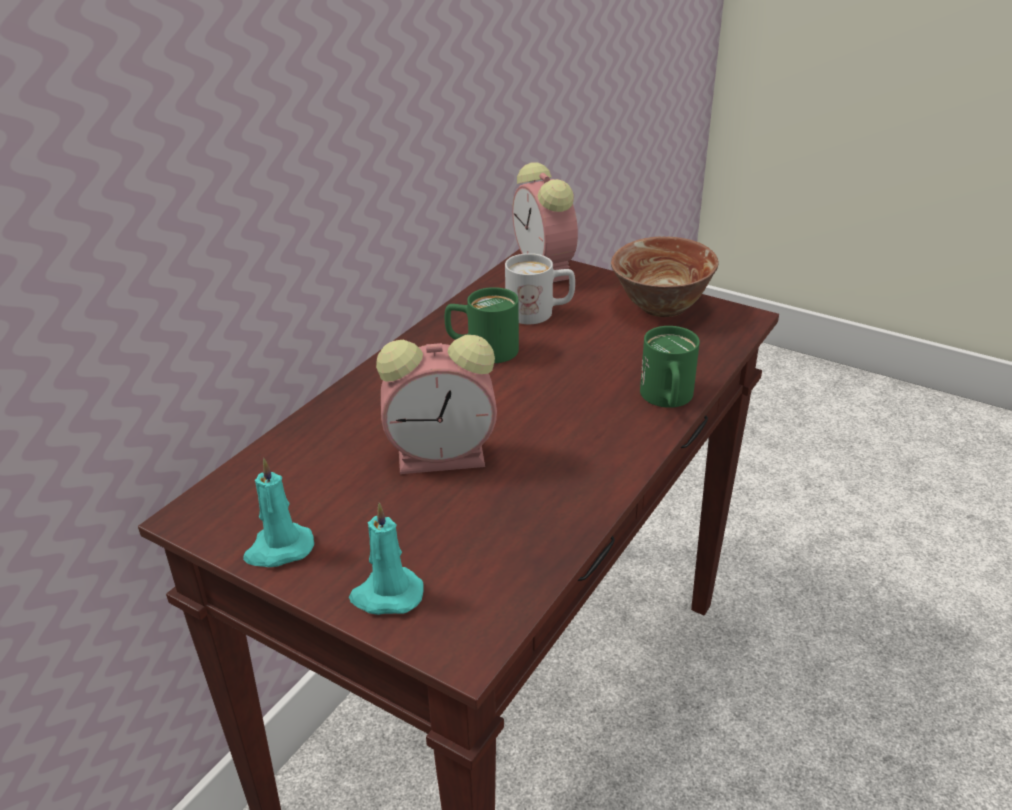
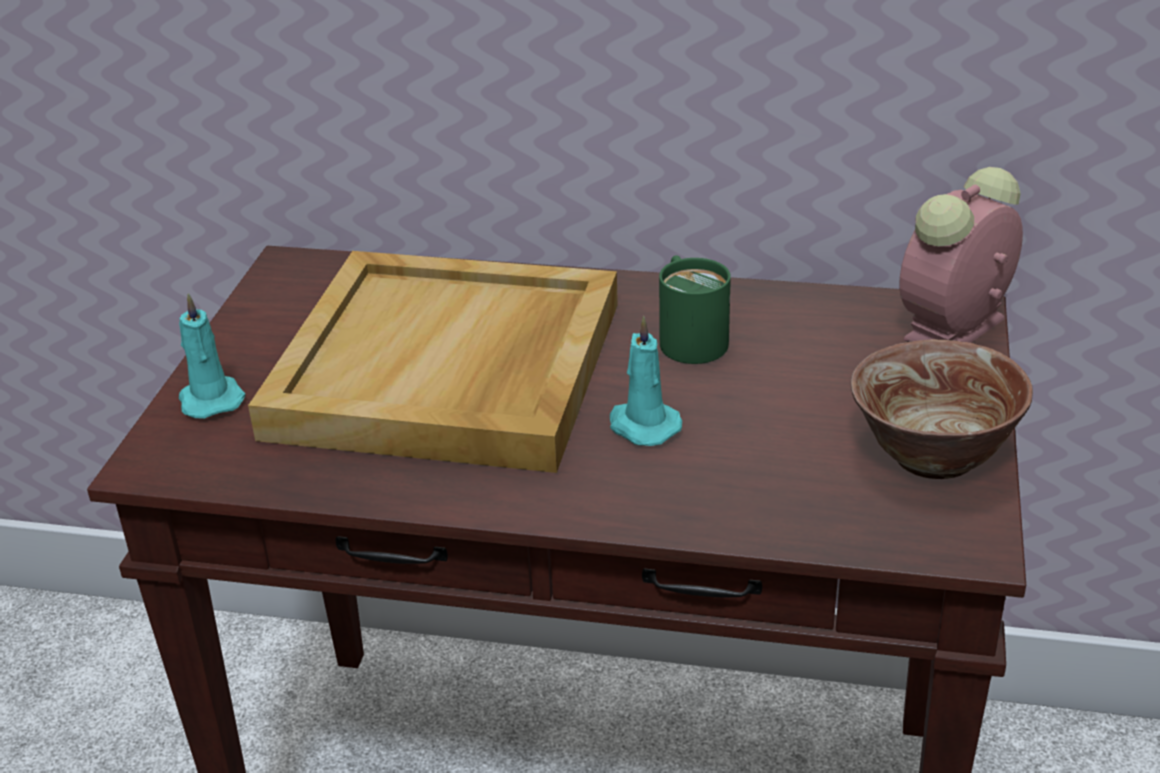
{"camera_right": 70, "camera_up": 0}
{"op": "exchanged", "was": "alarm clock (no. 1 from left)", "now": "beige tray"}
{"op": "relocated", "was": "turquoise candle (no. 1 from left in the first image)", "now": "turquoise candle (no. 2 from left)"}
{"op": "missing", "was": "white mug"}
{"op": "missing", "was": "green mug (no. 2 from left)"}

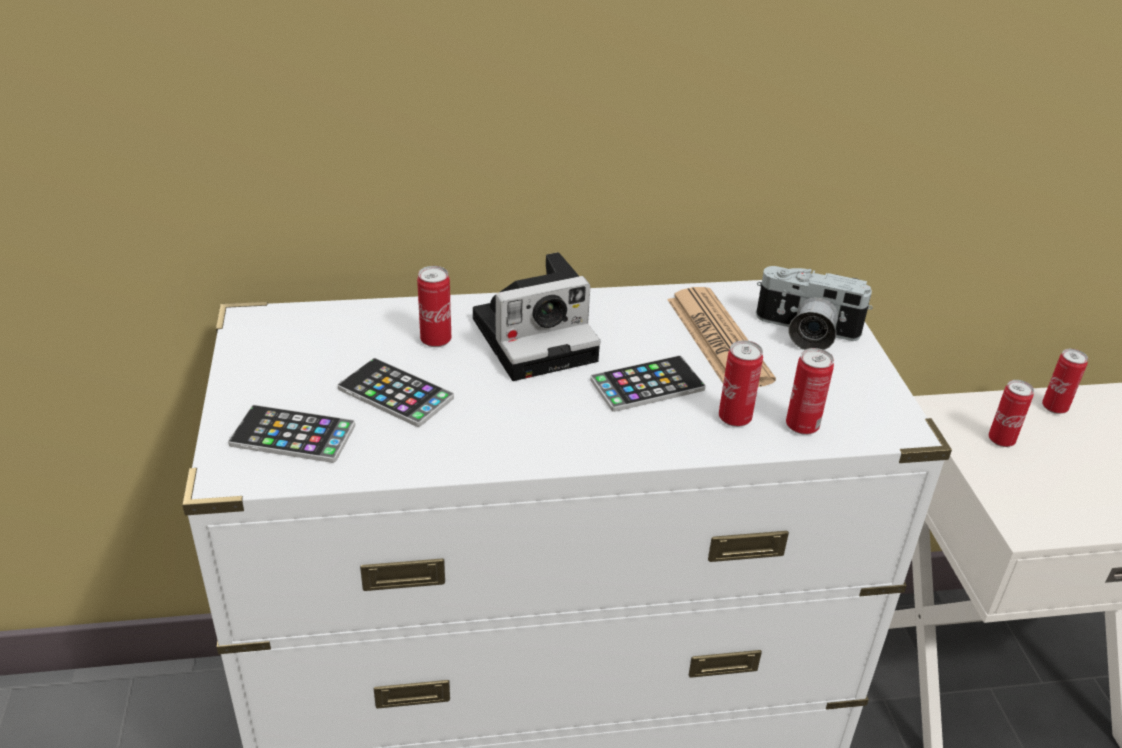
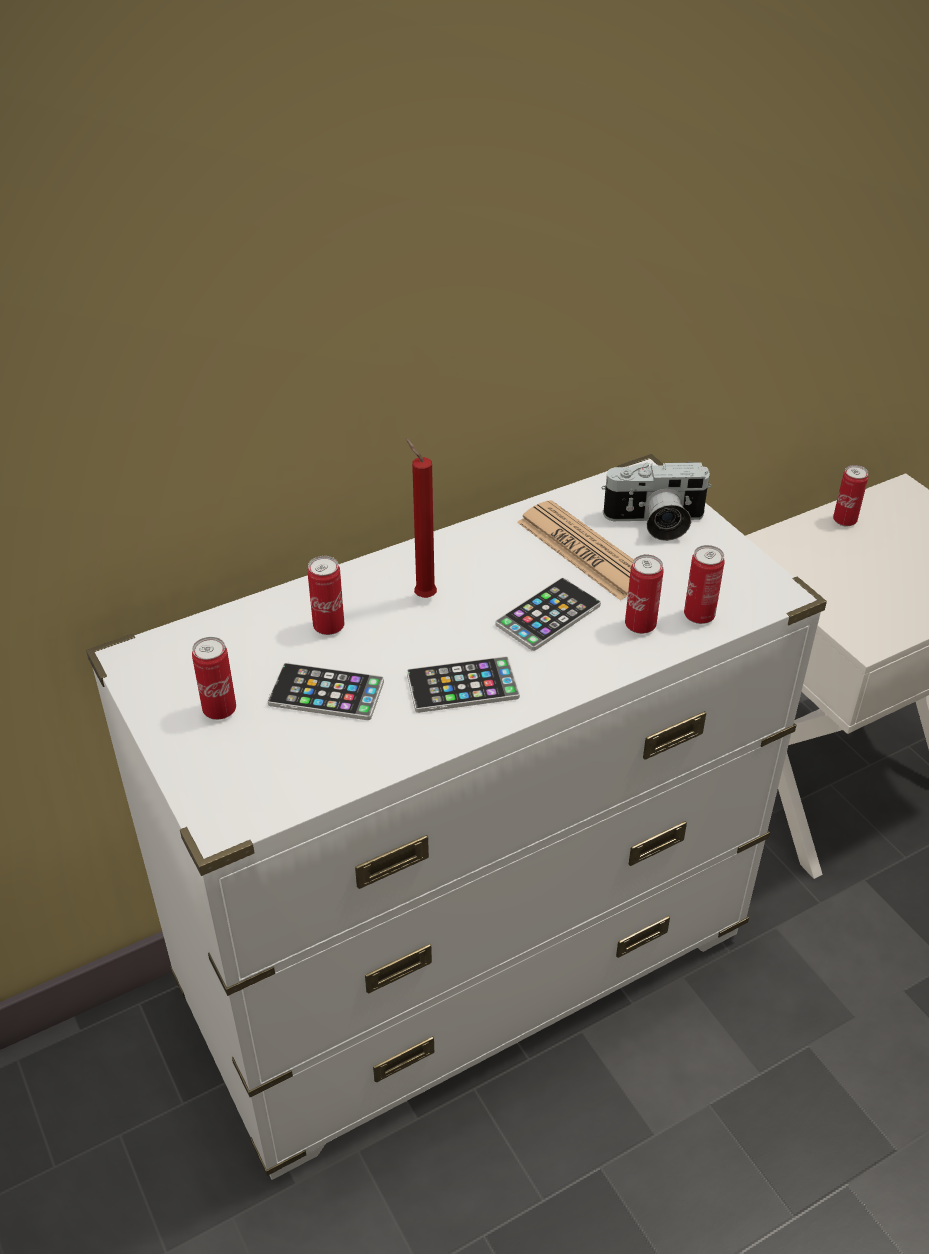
{"camera_right": -20, "camera_up": 5}
{"op": "relocated", "was": "can (no. 4 from left in the first image)", "now": "can (no. 1 from left)"}
{"op": "exchanged", "was": "photo camera (no. 1 from left)", "now": "red candle"}
{"op": "relocated", "was": "phone (no. 1 from left in the first image)", "now": "phone (no. 2 from left)"}

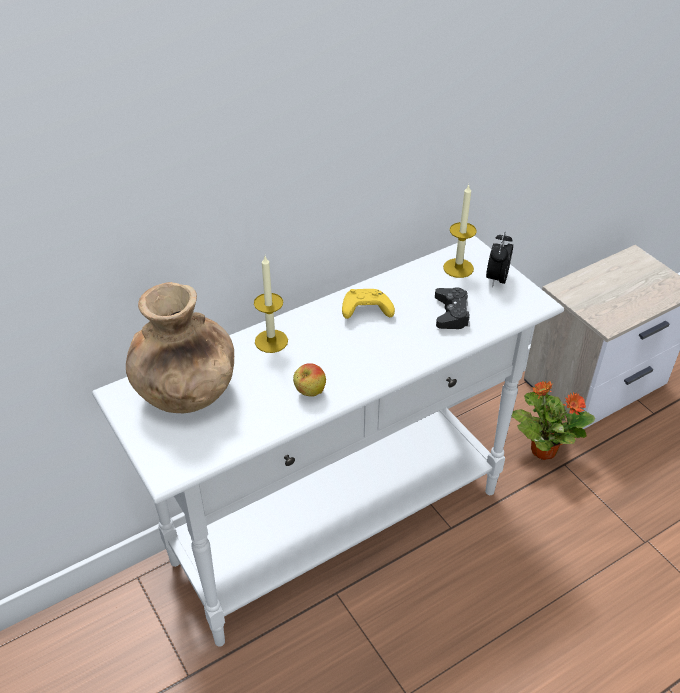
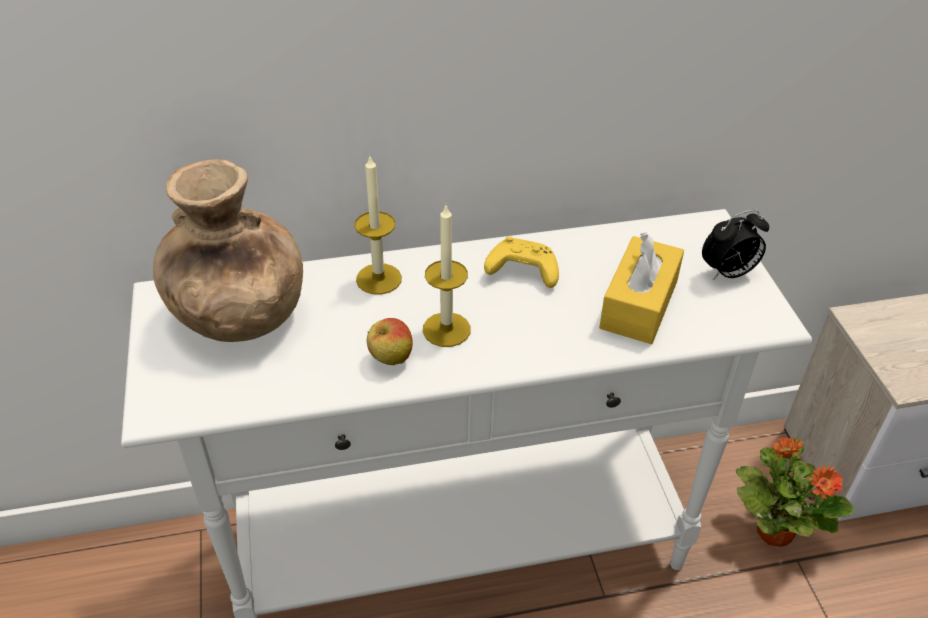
{"camera_right": 20, "camera_up": 0}
{"op": "relocated", "was": "candle (no. 2 from left)"}
{"op": "exchanged", "was": "black game controller", "now": "yellow tissue box"}
{"op": "spun", "was": "alarm clock", "clockwise": -150}

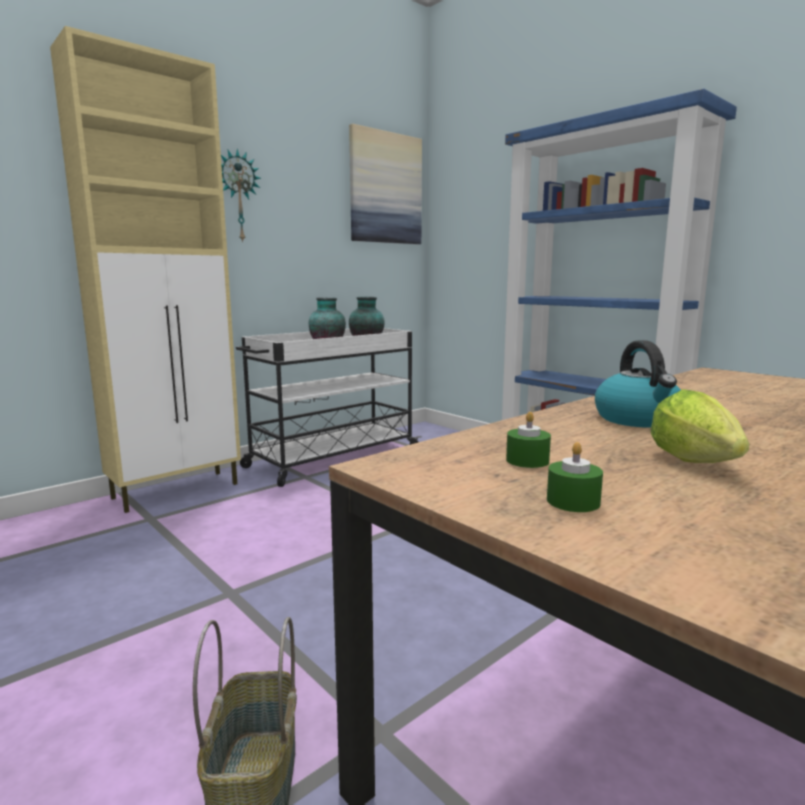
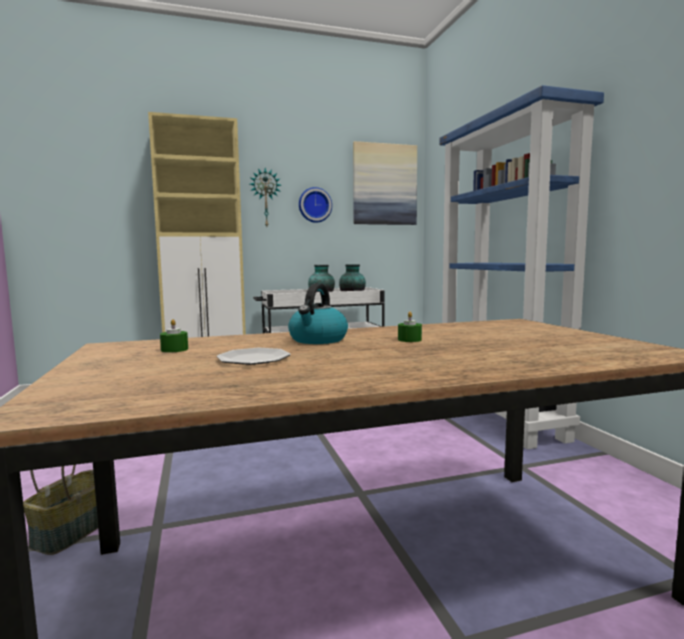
{"camera_right": 25, "camera_up": -5}
{"op": "exchanged", "was": "lettuce", "now": "plate"}
{"op": "appeared", "now": "wall clock (no. 2 from left)"}
{"op": "relocated", "was": "green candle (no. 2 from left)"}

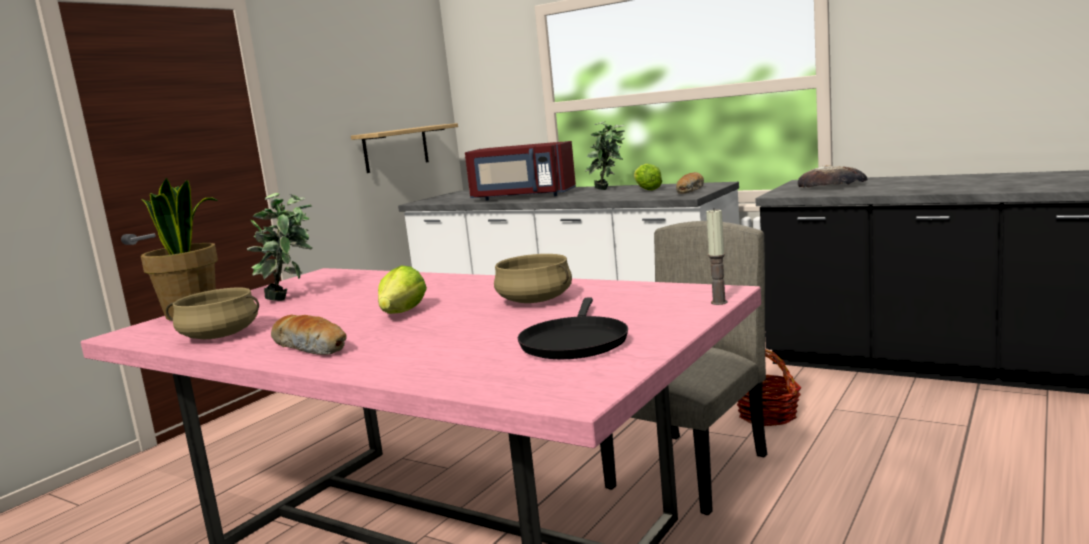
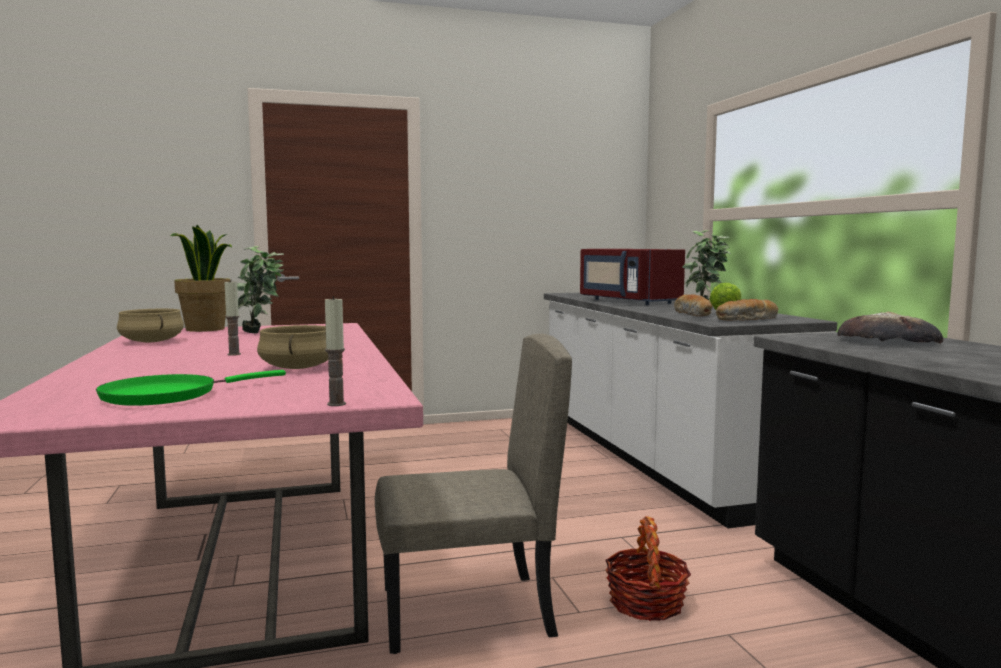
{"camera_right": 40, "camera_up": -5}
{"op": "colour", "was": "black frying pan", "now": "green frying pan"}
{"op": "exchanged", "was": "lettuce (no. 1 from left)", "now": "candle (no. 1 from left)"}
{"op": "relocated", "was": "bread (no. 1 from left)"}
{"op": "missing", "was": "shelf"}

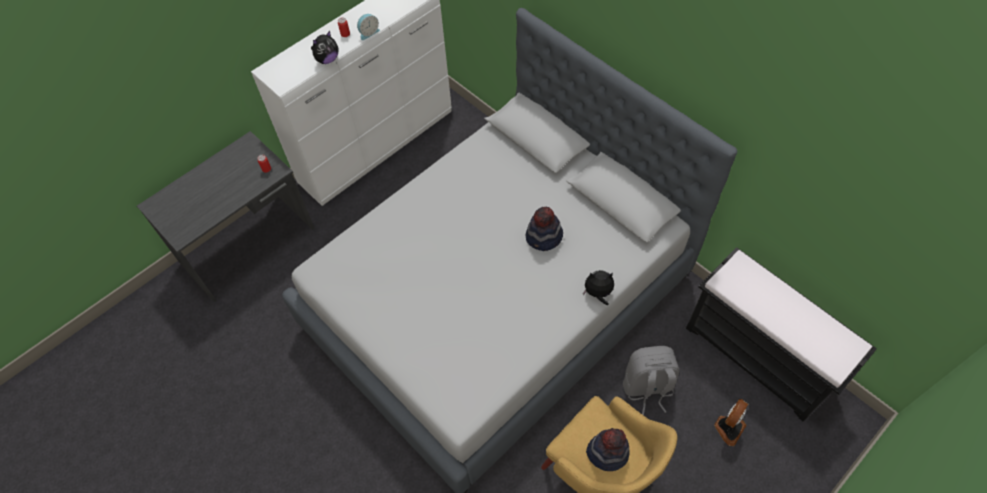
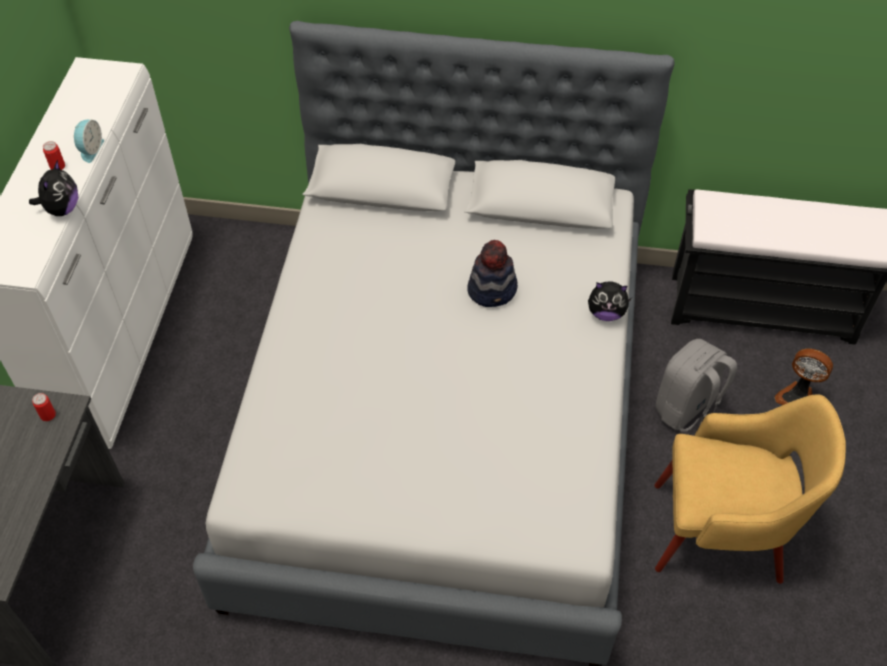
{"camera_right": -40, "camera_up": -5}
{"op": "spun", "was": "plush toy (no. 2 from left)", "clockwise": -135}
{"op": "spun", "was": "fan", "clockwise": 120}
{"op": "missing", "was": "hat (no. 2 from left)"}

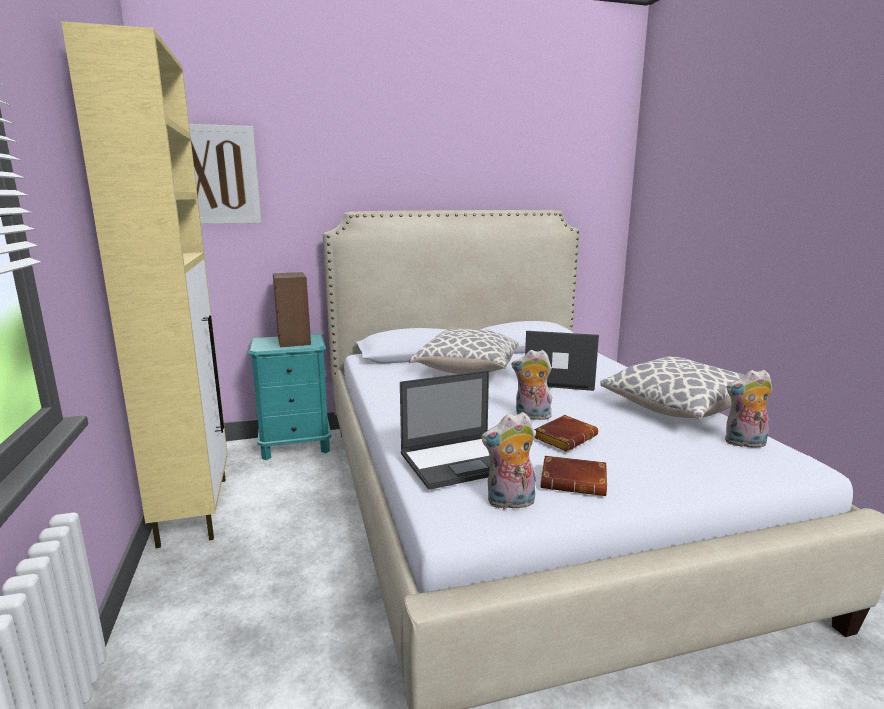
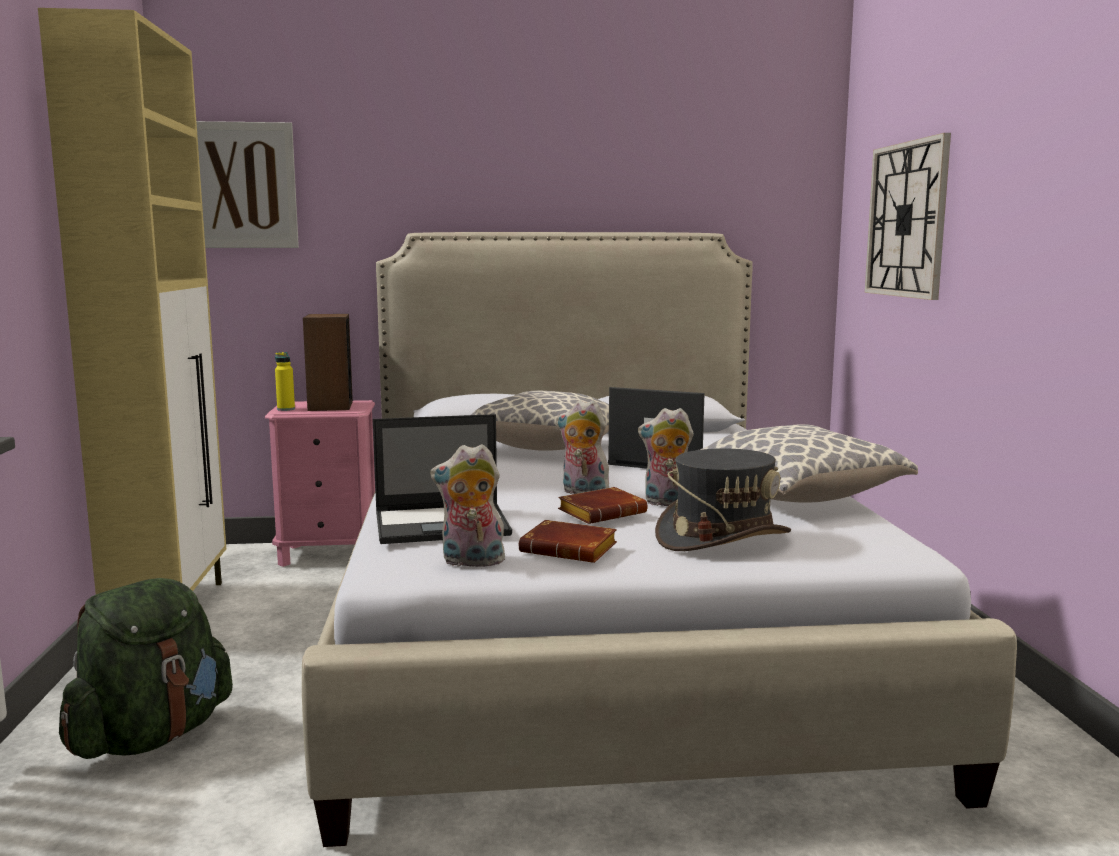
{"camera_right": 10, "camera_up": -5}
{"op": "appeared", "now": "green backpack"}
{"op": "colour", "was": "turquoise nightstand", "now": "pink nightstand"}
{"op": "appeared", "now": "yellow bottle"}
{"op": "relocated", "was": "plush toy (no. 3 from left)"}
{"op": "appeared", "now": "grey hat"}
{"op": "appeared", "now": "wall clock"}

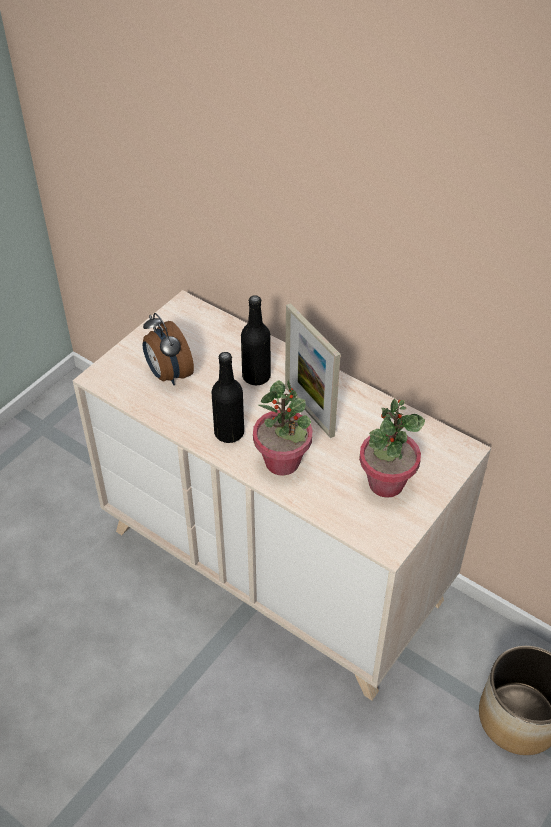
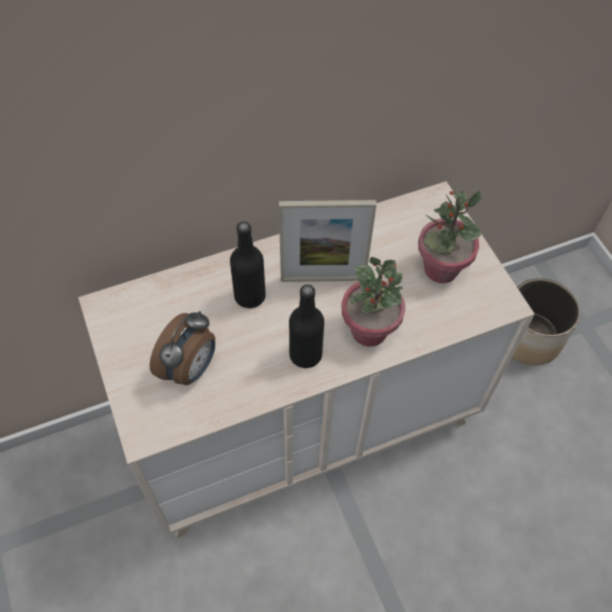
{"camera_right": -60, "camera_up": 10}
{"op": "spun", "was": "alarm clock", "clockwise": -60}

